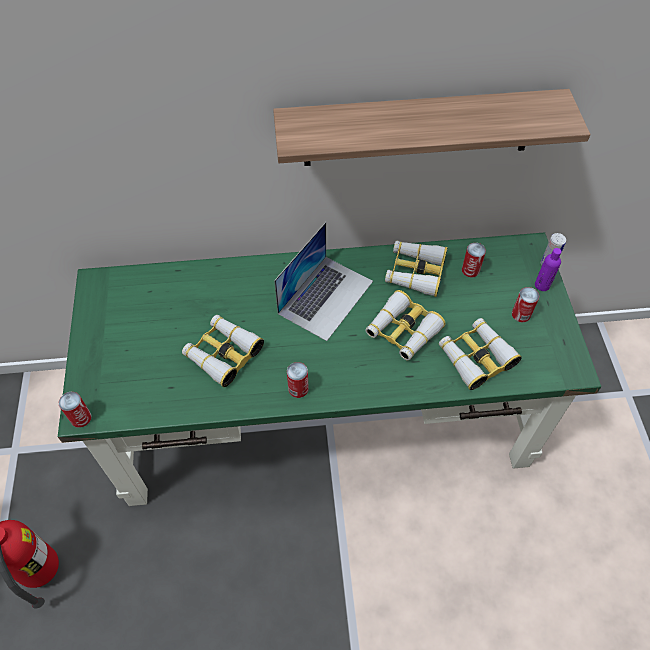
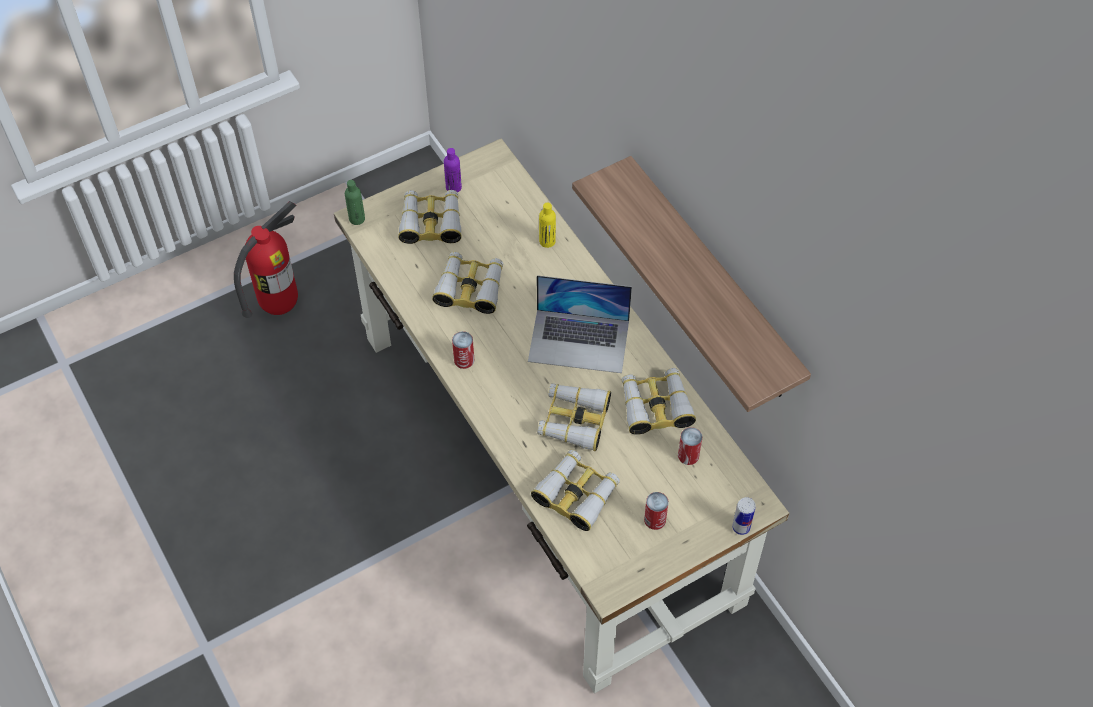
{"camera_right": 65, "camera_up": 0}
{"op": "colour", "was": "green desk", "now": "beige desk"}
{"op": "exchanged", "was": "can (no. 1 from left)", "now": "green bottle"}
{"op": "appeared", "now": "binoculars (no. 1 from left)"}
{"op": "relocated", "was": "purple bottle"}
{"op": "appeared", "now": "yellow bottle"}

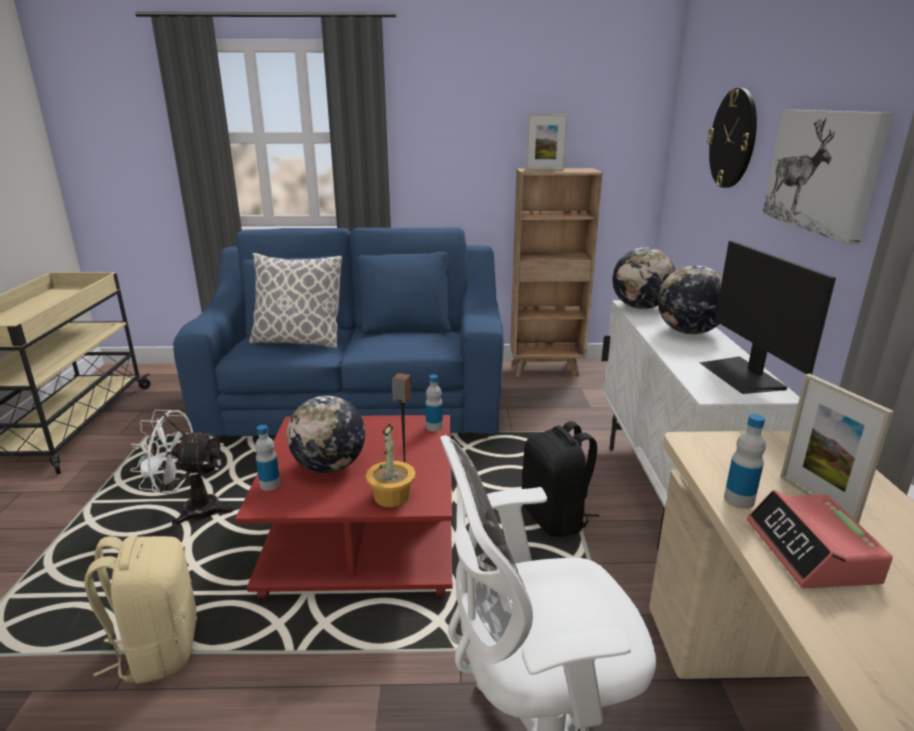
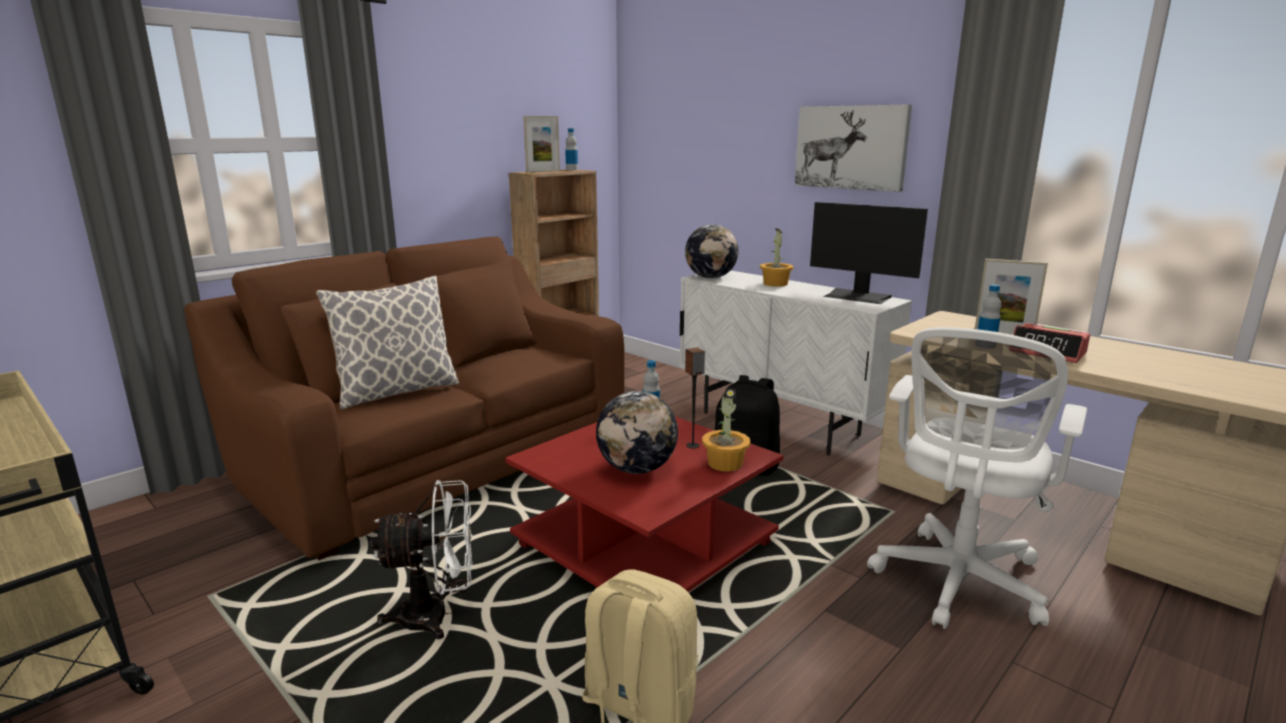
{"camera_right": -45, "camera_up": -5}
{"op": "colour", "was": "blue sofa", "now": "brown sofa"}
{"op": "spun", "was": "white fan", "clockwise": -150}
{"op": "relocated", "was": "bottle (no. 1 from left)"}
{"op": "exchanged", "was": "globe (no. 3 from left)", "now": "potted plant (no. 2 from left)"}
{"op": "missing", "was": "wall clock"}

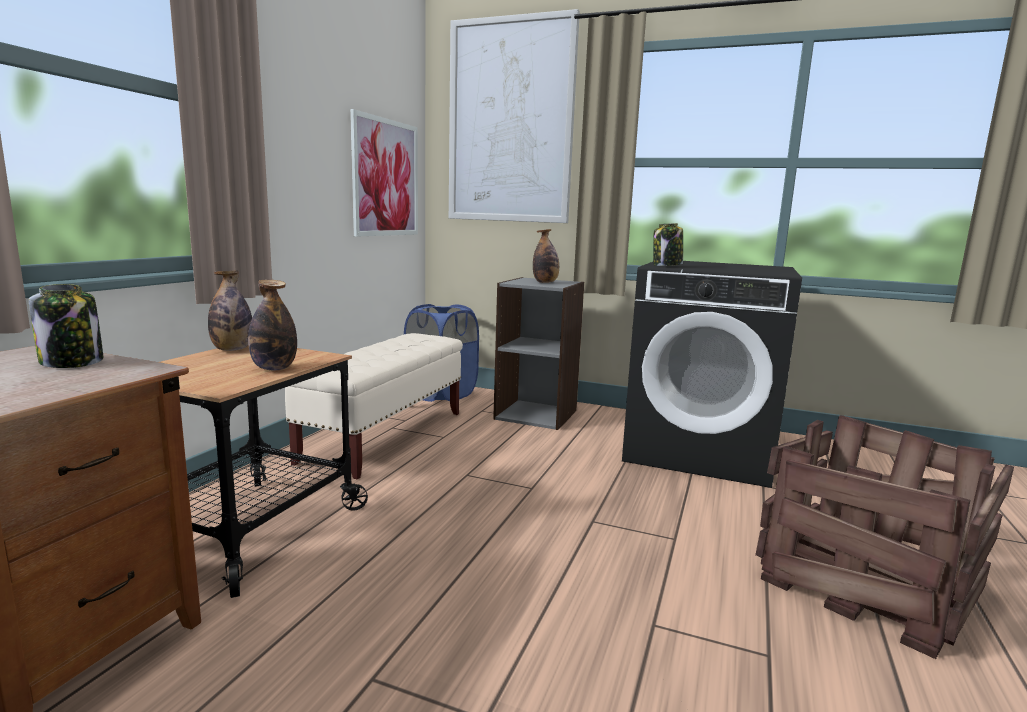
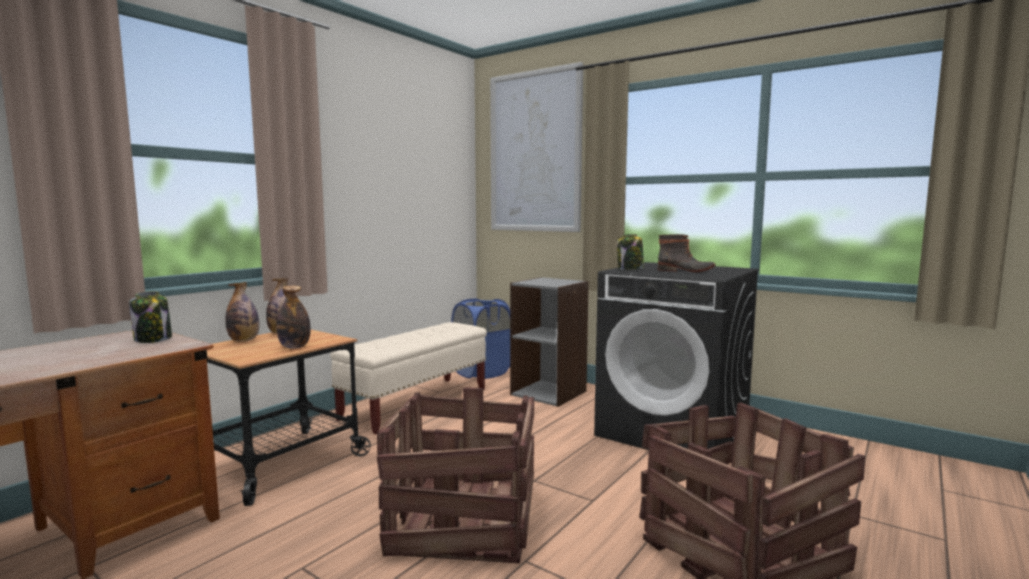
{"camera_right": 15, "camera_up": -5}
{"op": "relocated", "was": "bottle (no. 3 from left in the first image)", "now": "bottle (no. 1 from left)"}
{"op": "appeared", "now": "crate (no. 1 from left)"}
{"op": "appeared", "now": "boot"}
{"op": "missing", "was": "picture (no. 1 from left)"}

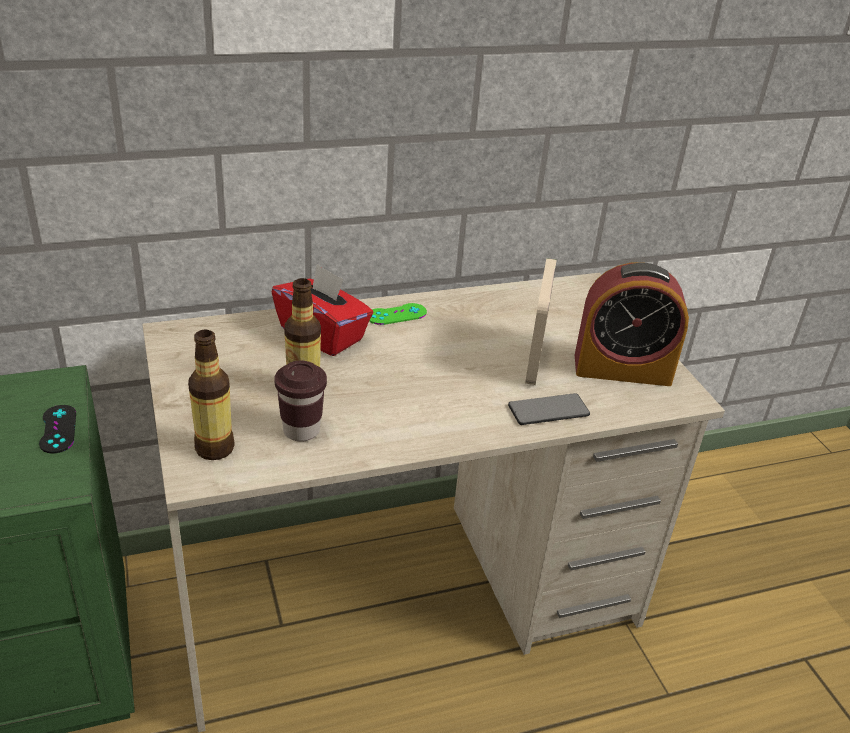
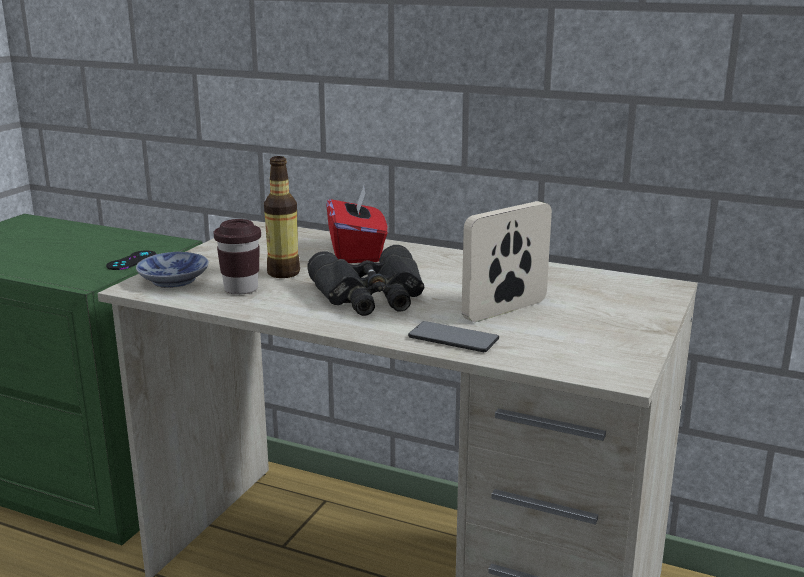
{"camera_right": 45, "camera_up": -15}
{"op": "exchanged", "was": "bottle (no. 1 from left)", "now": "bowl"}
{"op": "appeared", "now": "black binoculars"}
{"op": "missing", "was": "green game controller"}
{"op": "missing", "was": "alarm clock"}

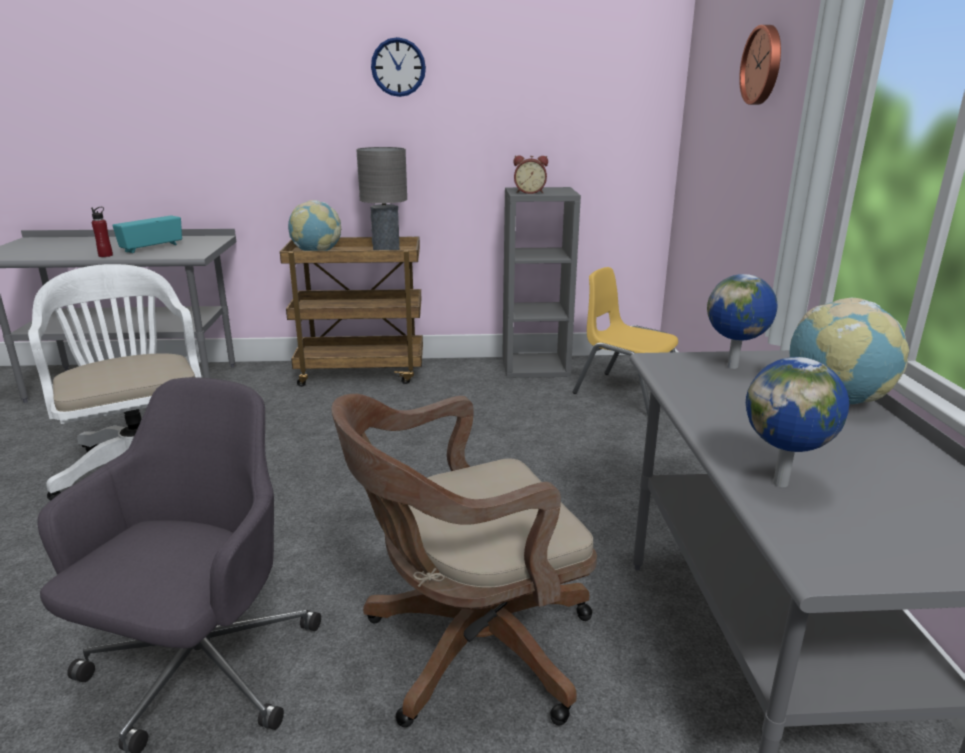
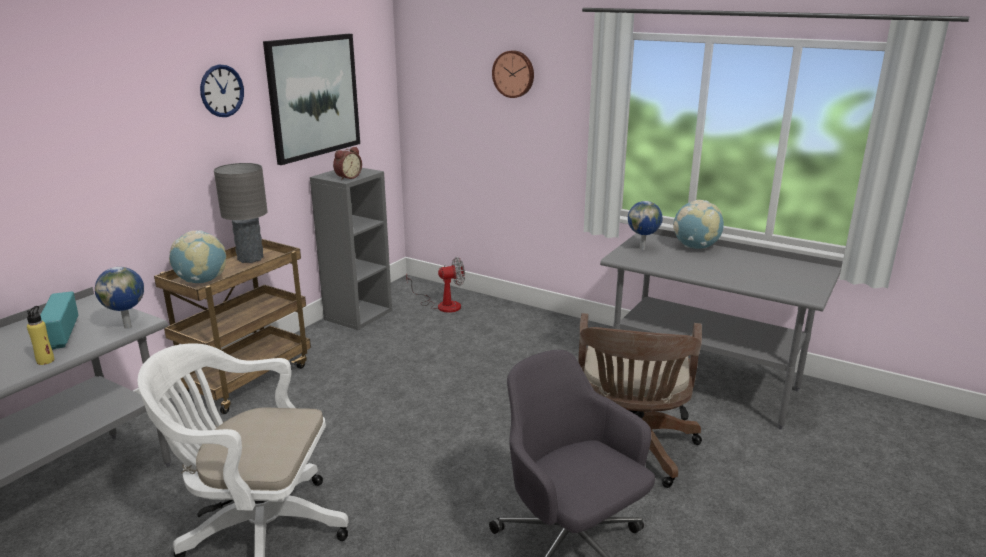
{"camera_right": -55, "camera_up": 0}
{"op": "colour", "was": "red bottle", "now": "yellow bottle"}
{"op": "relocated", "was": "globe (no. 3 from left in the first image)", "now": "globe (no. 1 from left)"}
{"op": "appeared", "now": "picture"}
{"op": "exchanged", "was": "yellow chair", "now": "fan"}

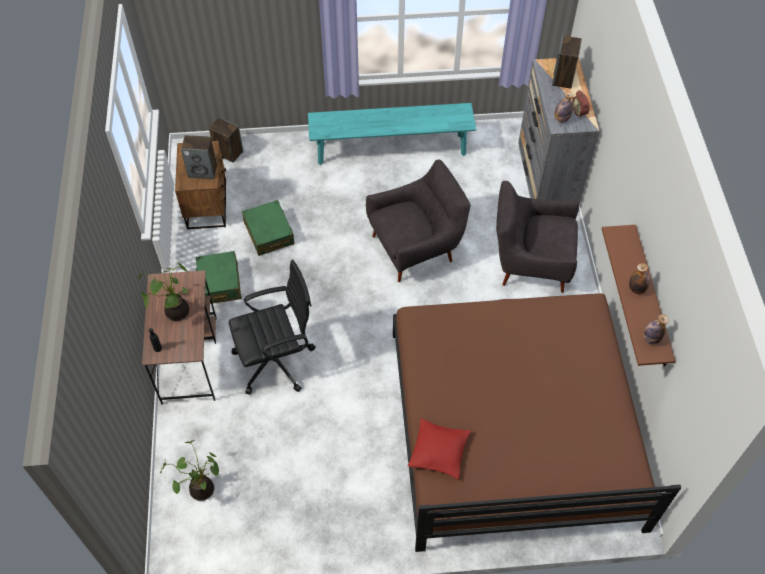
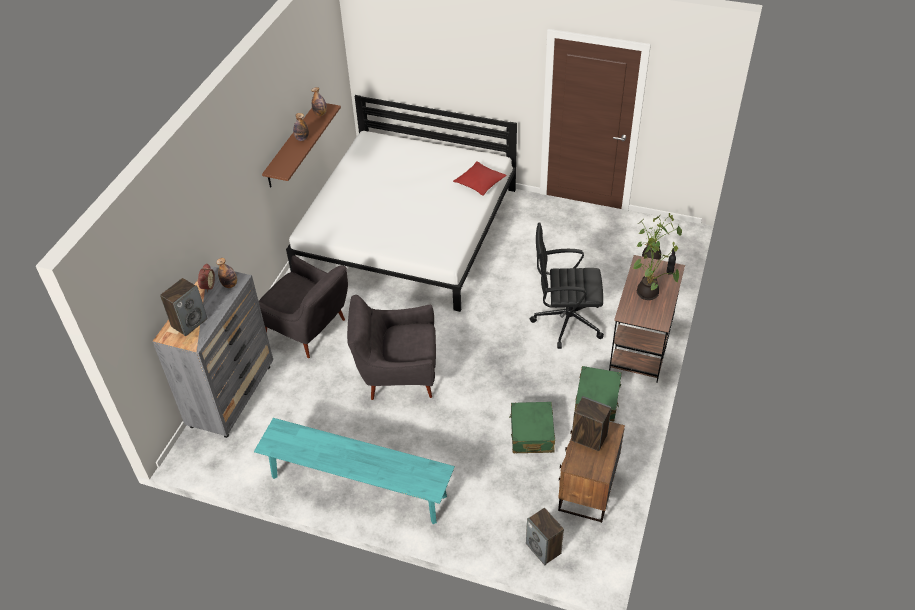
{"camera_right": -155, "camera_up": -10}
{"op": "colour", "was": "brown bed", "now": "white bed"}

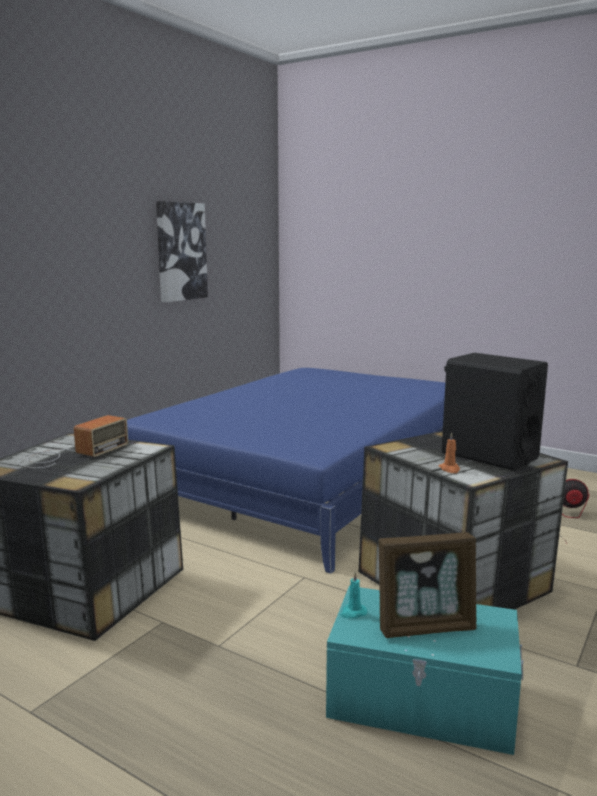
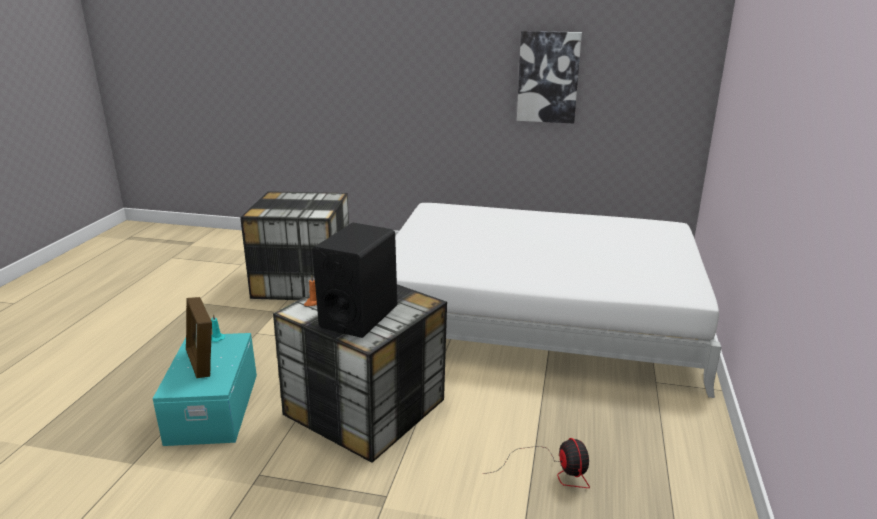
{"camera_right": 70, "camera_up": 10}
{"op": "colour", "was": "blue bed", "now": "white bed"}
{"op": "missing", "was": "radio"}

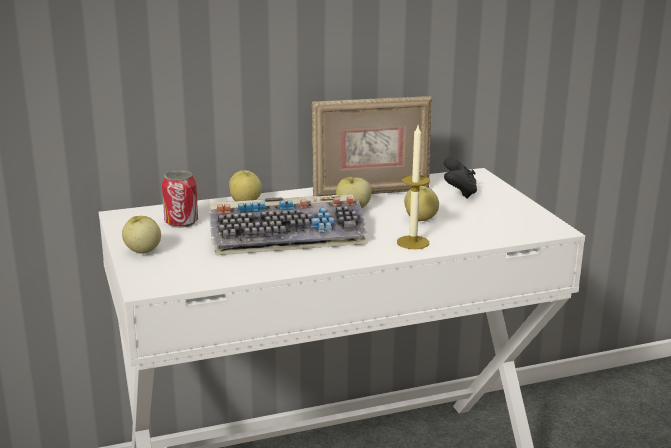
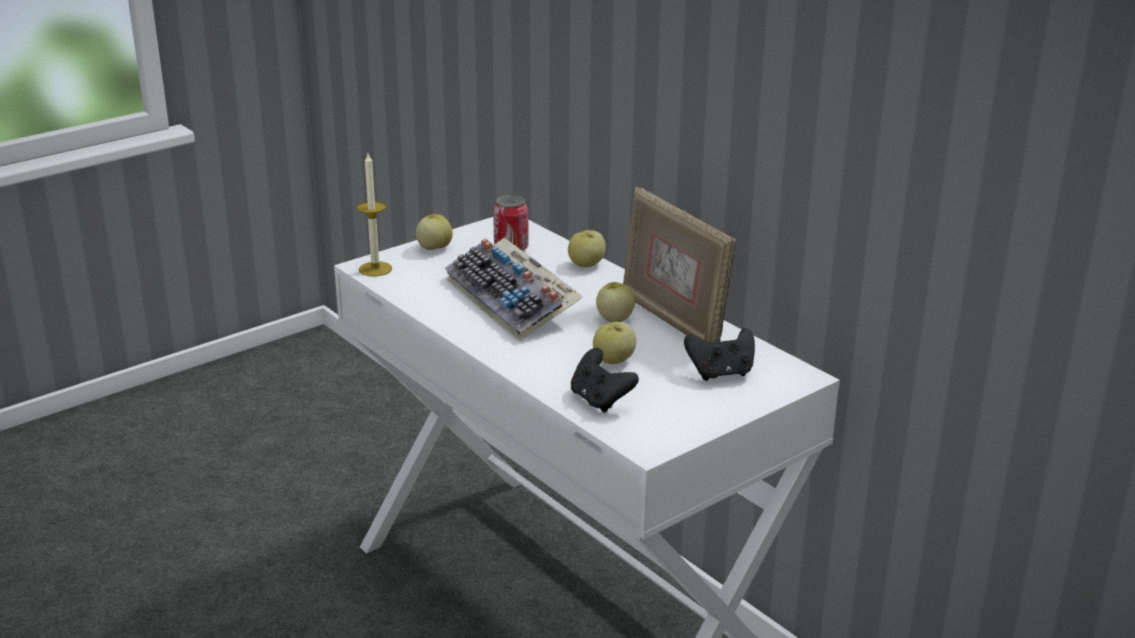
{"camera_right": 70, "camera_up": 5}
{"op": "relocated", "was": "candle"}
{"op": "appeared", "now": "black game controller (no. 1 from left)"}

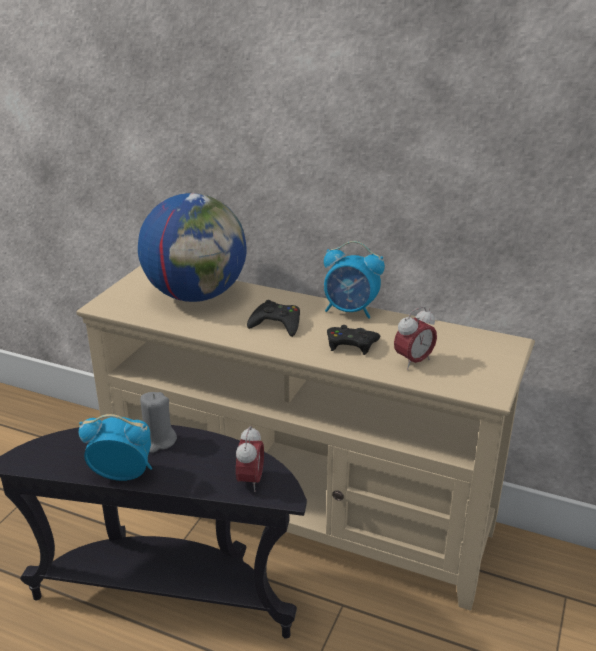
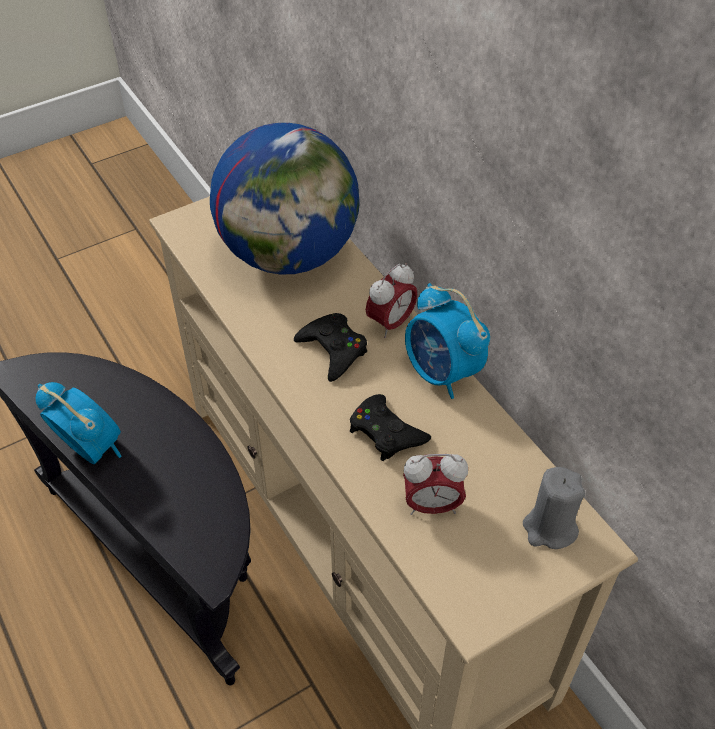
{"camera_right": 35, "camera_up": 20}
{"op": "relocated", "was": "alarm clock (no. 2 from left)"}
{"op": "relocated", "was": "grey candle"}

